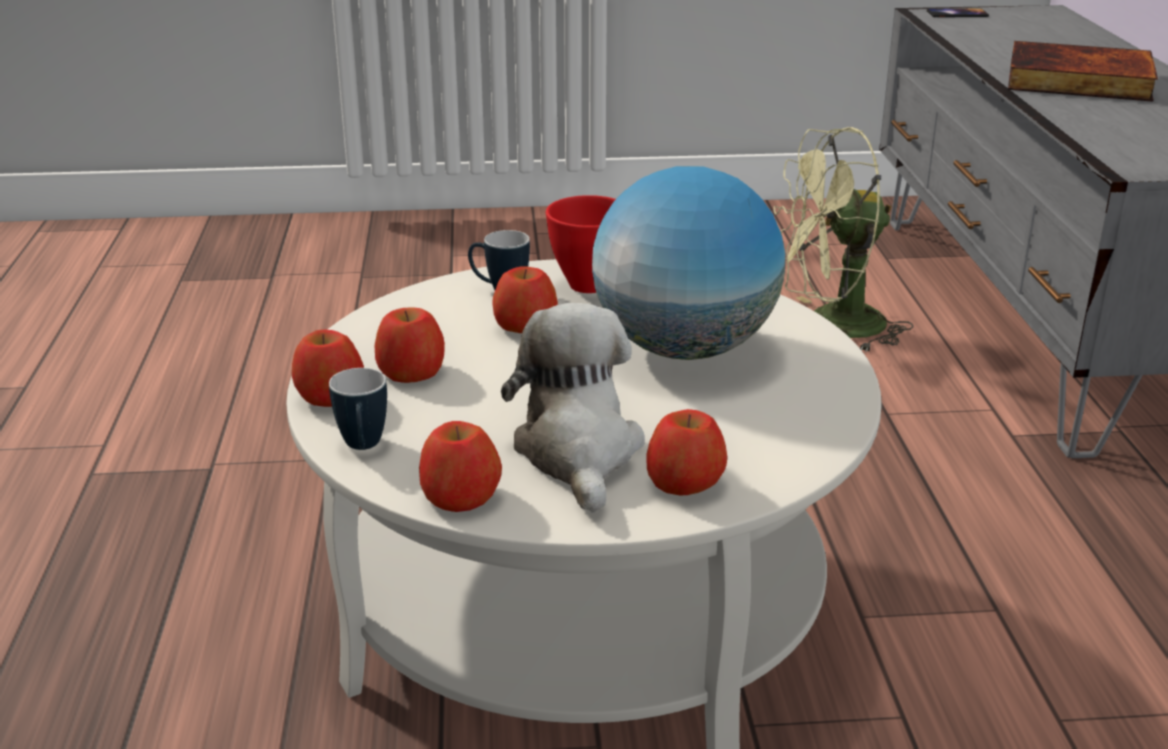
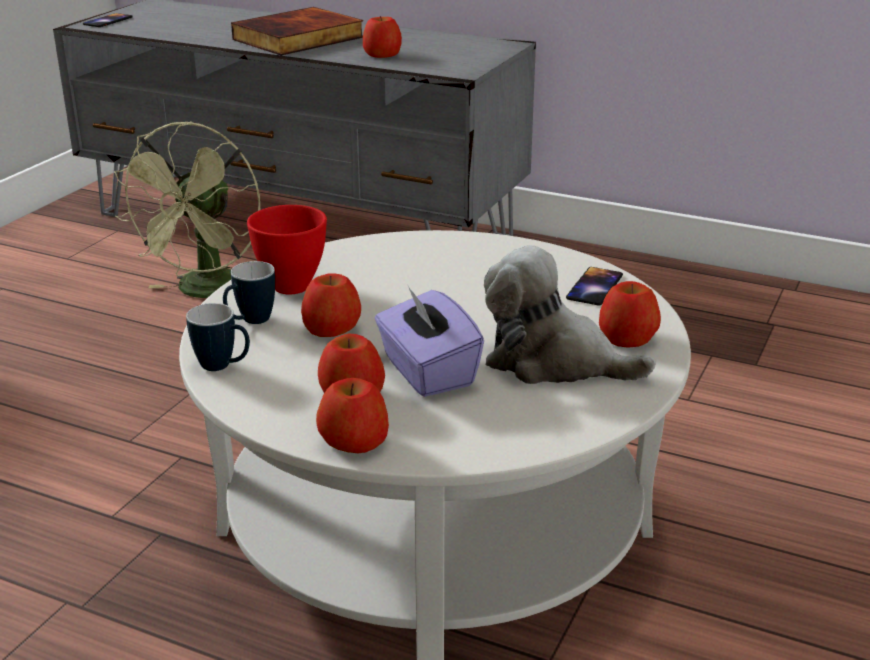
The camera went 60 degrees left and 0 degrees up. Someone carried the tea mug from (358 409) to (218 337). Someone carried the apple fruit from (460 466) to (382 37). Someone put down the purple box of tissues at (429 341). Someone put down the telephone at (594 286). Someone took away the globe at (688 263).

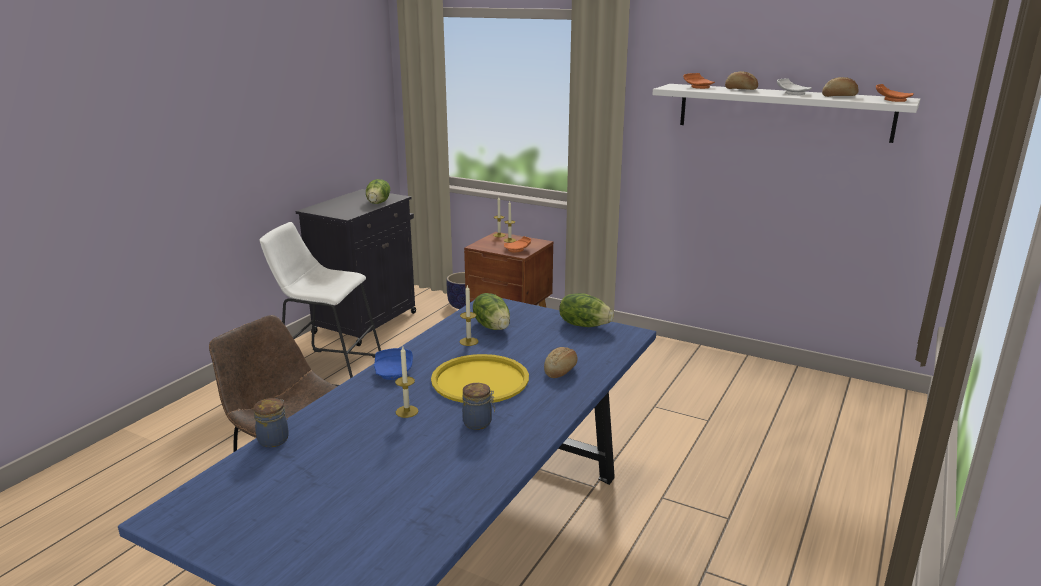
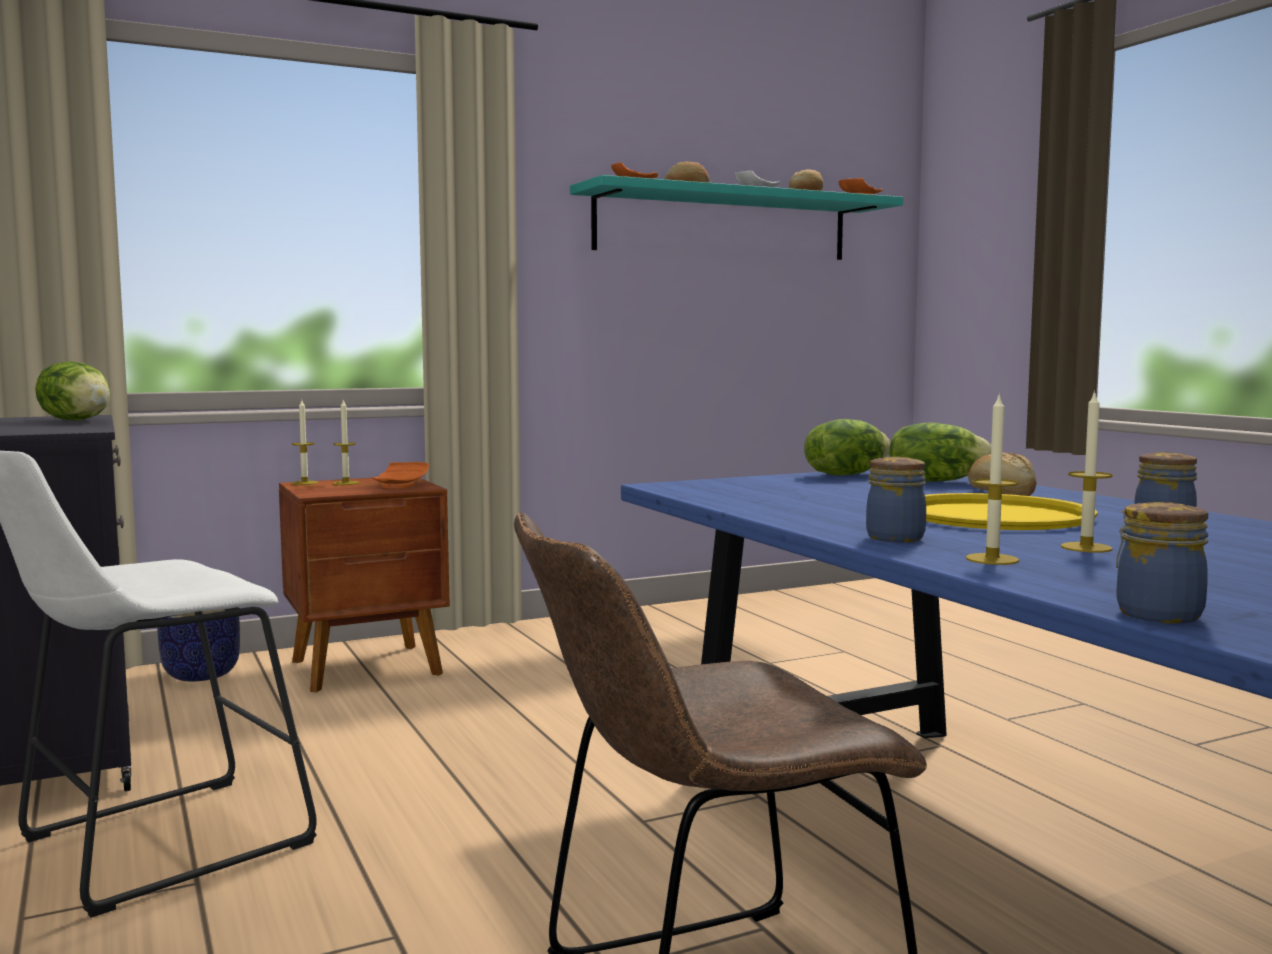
The camera went 55 degrees left and 15 degrees down. Someone repainted the white wall shelf at (786 113), which became the turquoise-coloured wall shelf at (736 217). Someone swapped the blue-coloured plate at (393 364) for the preserve jar at (896 499). Someone carried the lettuce from (491 311) to (940 452). Someone carried the wax light from (469 315) to (992 479).

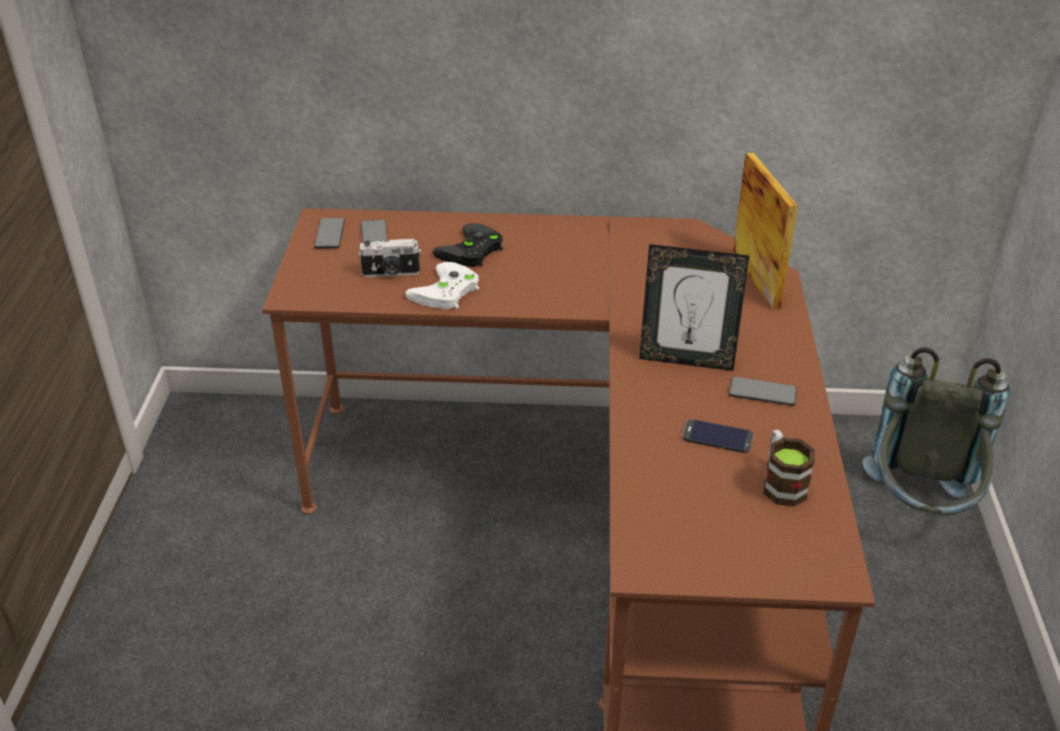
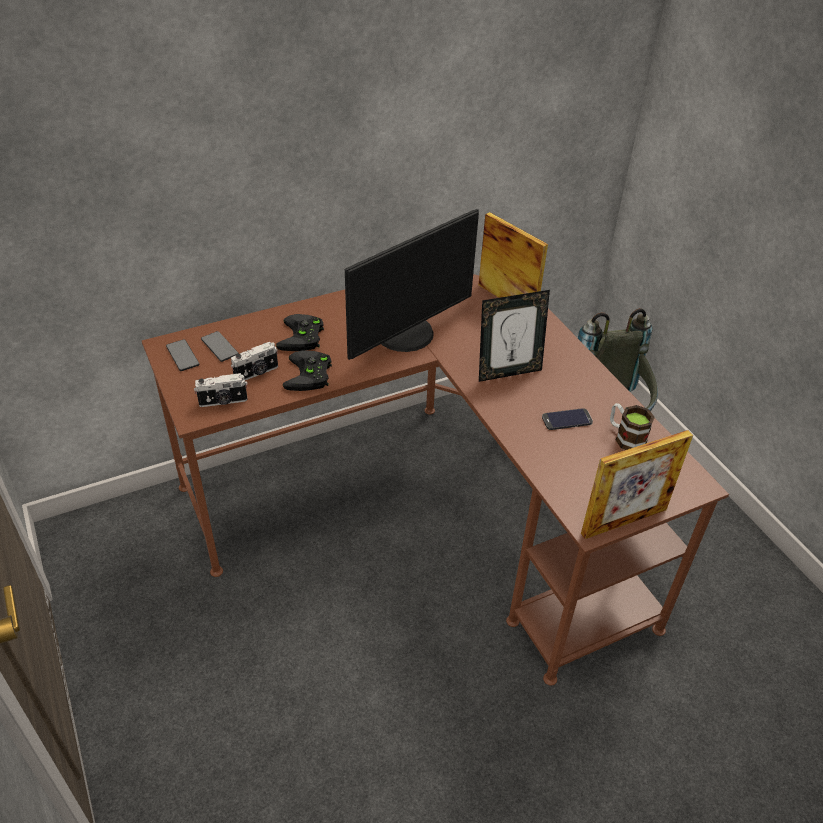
The camera went 30 degrees left and 5 degrees up. Someone put down the still camera at (221 390). Someone repainted the white joypad at (442 285), which became the black joypad at (307 370). Someone put down the monitor at (412 284). Someone put down the photo frame at (637 484). Someone took away the telephone at (763 391).

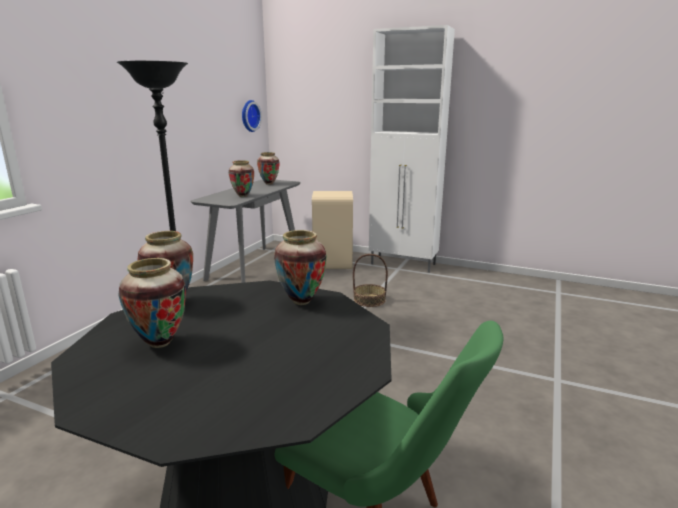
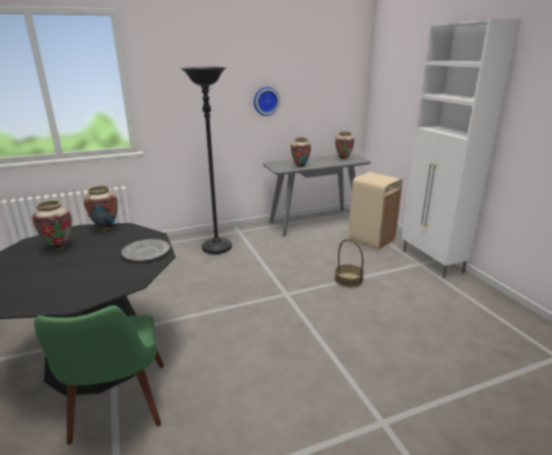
The camera went 45 degrees right and 5 degrees up. Someone swapped the decorative vase at (300 267) for the gray plate at (146 250). Someone carried the hanging clock from (252 116) to (267 101).

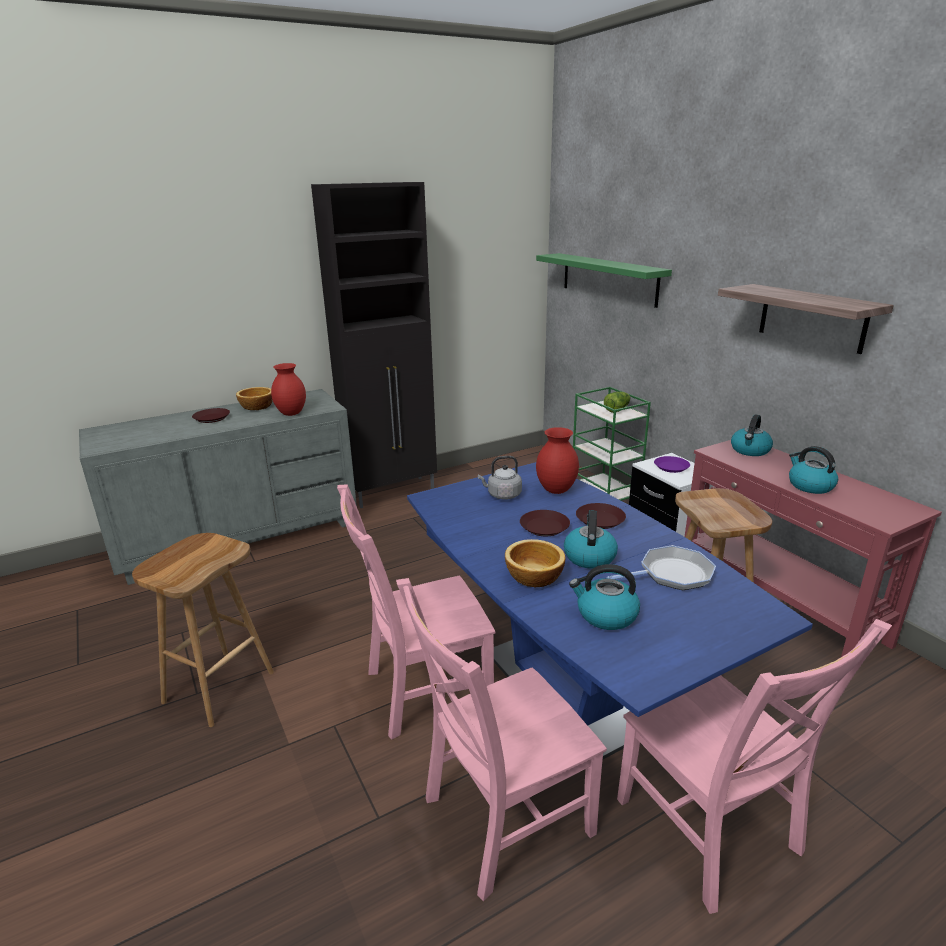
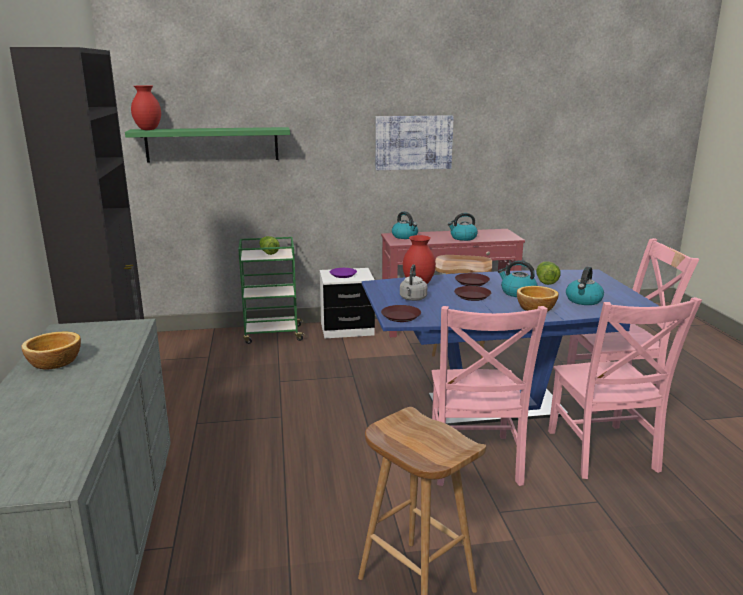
The camera went 70 degrees left and 5 degrees down. Someone carried the red decorative vase from (288 389) to (146 107). Someone swapped the wall shelf at (806 319) for the picture at (414 142). Someone carried the brown plate from (211 415) to (401 313). Someone swapped the pan at (661 567) for the lettuce at (548 273).

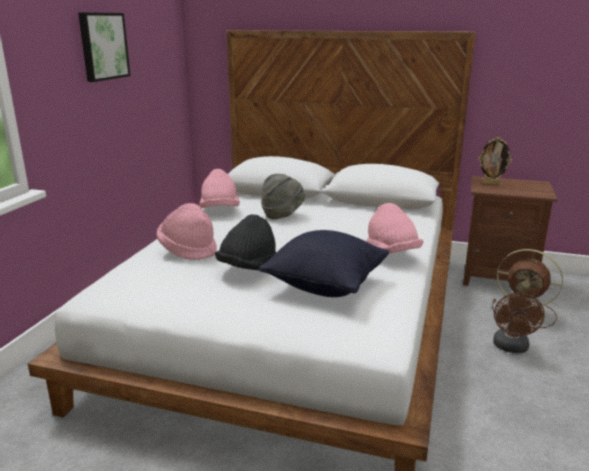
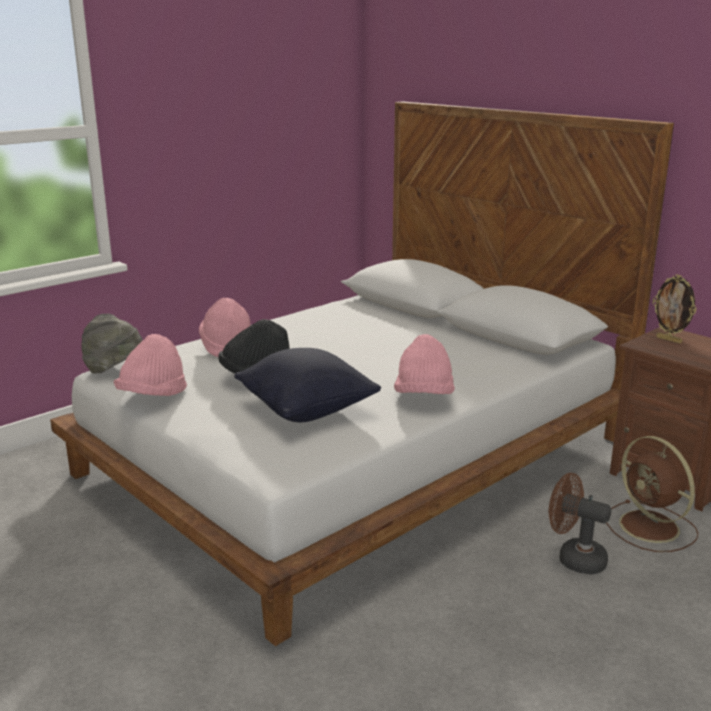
The camera went 30 degrees right and 0 degrees up. Someone carried the gray wearable hat from (283 196) to (112 343). Someone carried the pink-coloured wearable hat from (219 188) to (150 365). Someone rotated the brown cooling fan at (519 323) by 75 degrees clockwise. Someone took away the picture at (104 47).

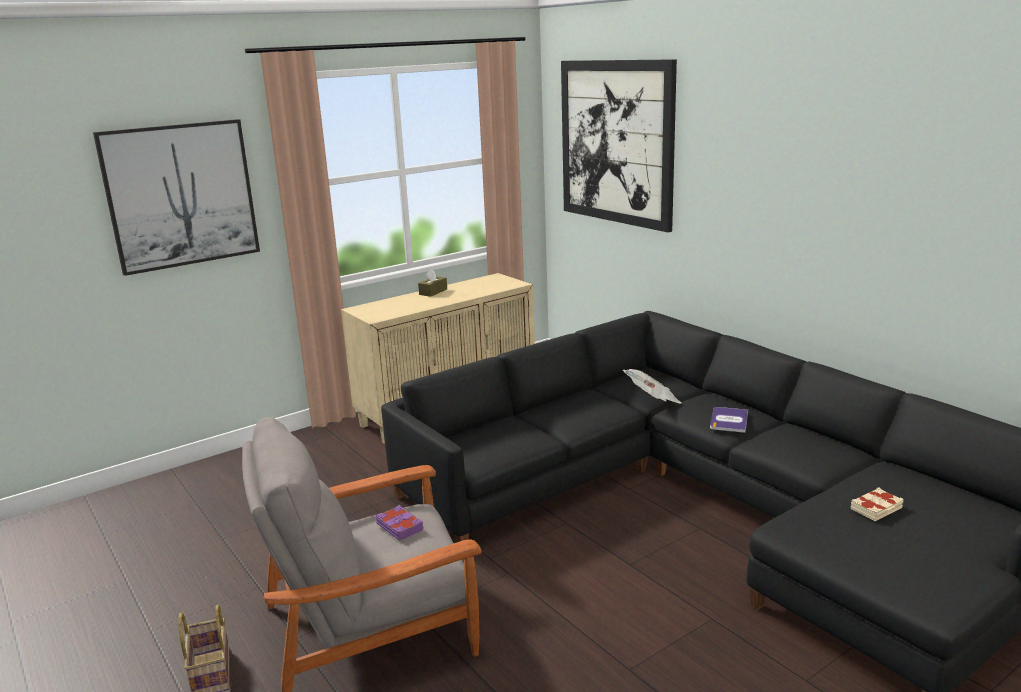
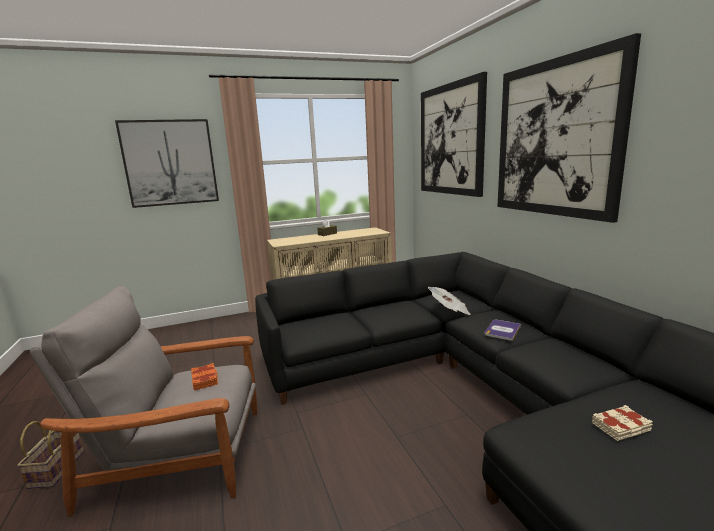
The camera went 15 degrees right and 5 degrees down. Someone repainted the purple book at (400 523), which became the orange-coloured book at (204 377). Someone put up the picture at (569 128).

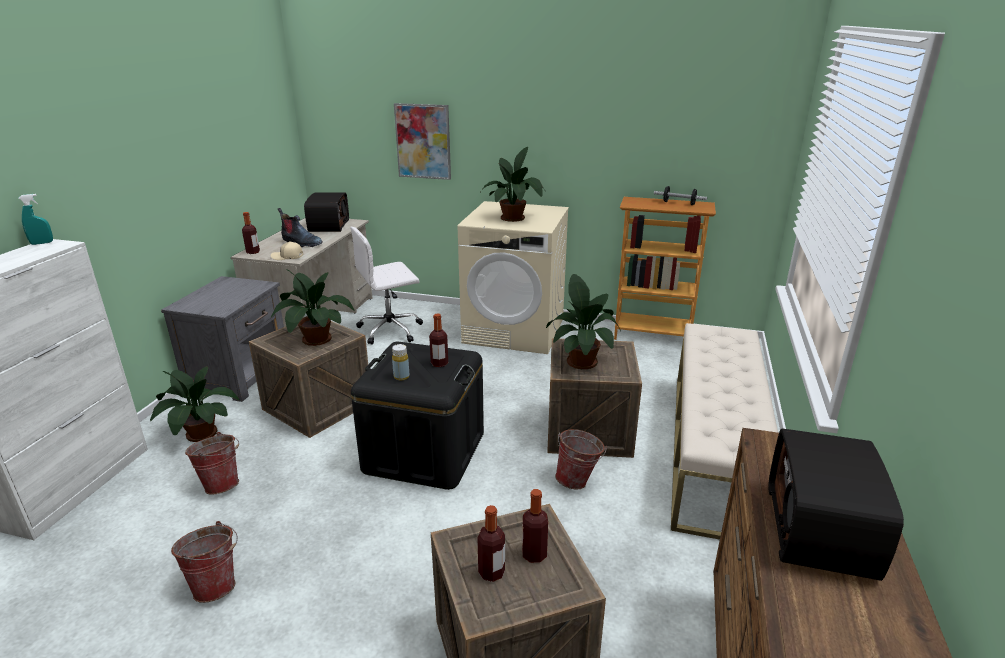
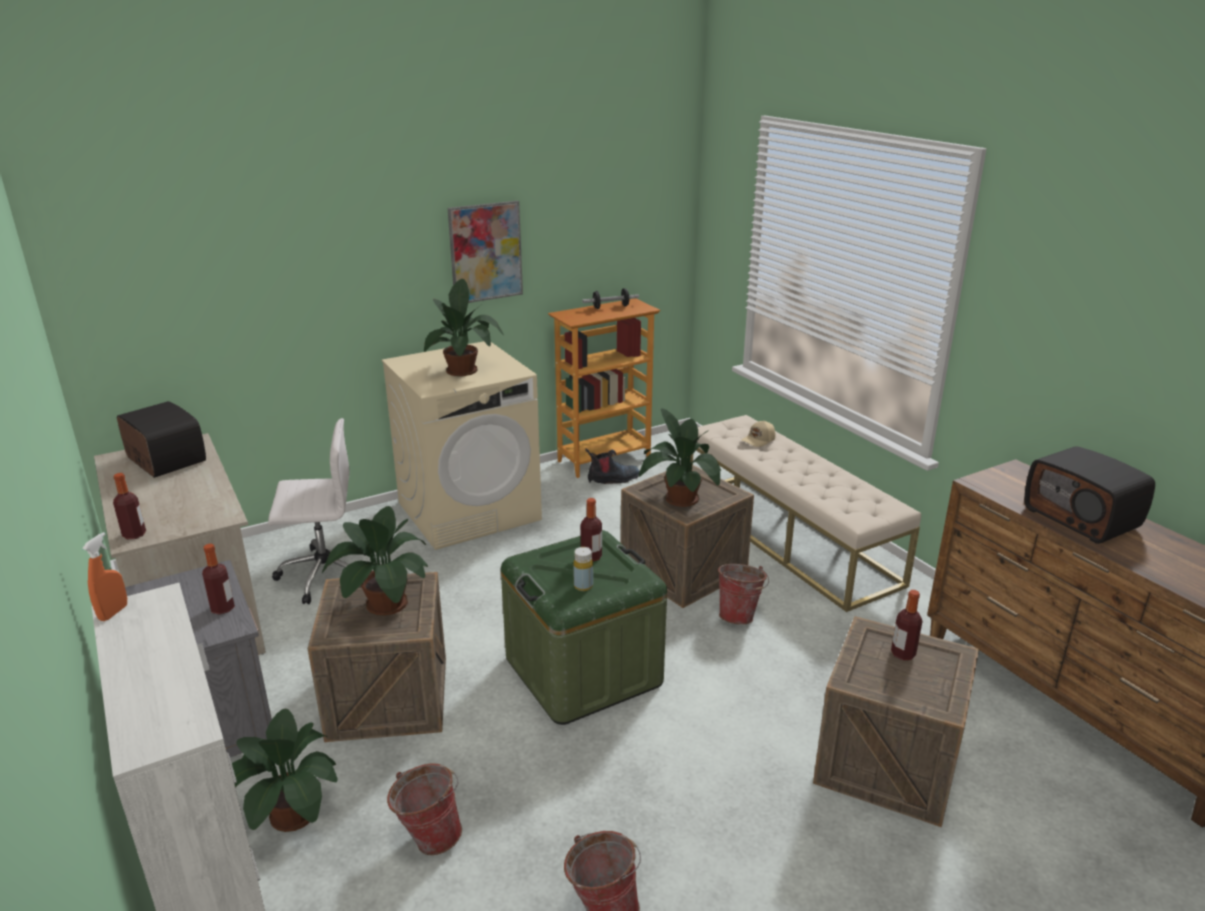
The camera went 45 degrees left and 0 degrees up. Someone repainted the turquoise-coloured sprayer at (35 219), which became the orange-coloured sprayer at (104 576). Someone carried the bottle from (491 543) to (218 579). Someone rotated the white computer chair at (386 286) by 120 degrees counterclockwise. Someone carried the picture from (422 141) to (485 252). Someone repainted the black storage container at (417 416), which became the green-coloured storage container at (584 627). Someone carried the tall boot from (300 227) to (613 466). Someone carried the beige baseball cap from (287 250) to (758 434).

